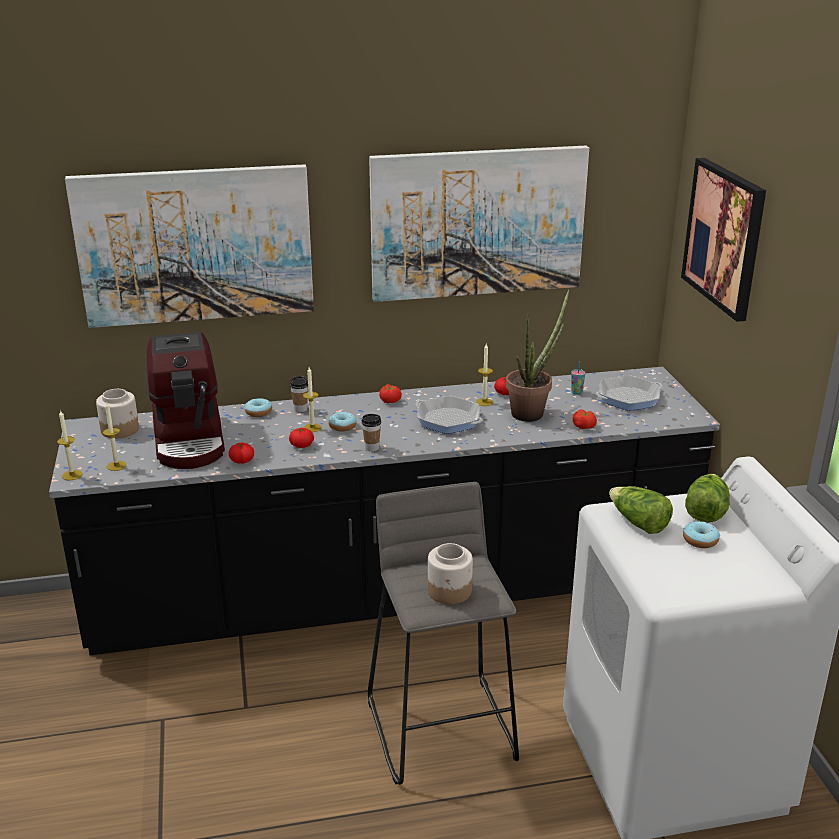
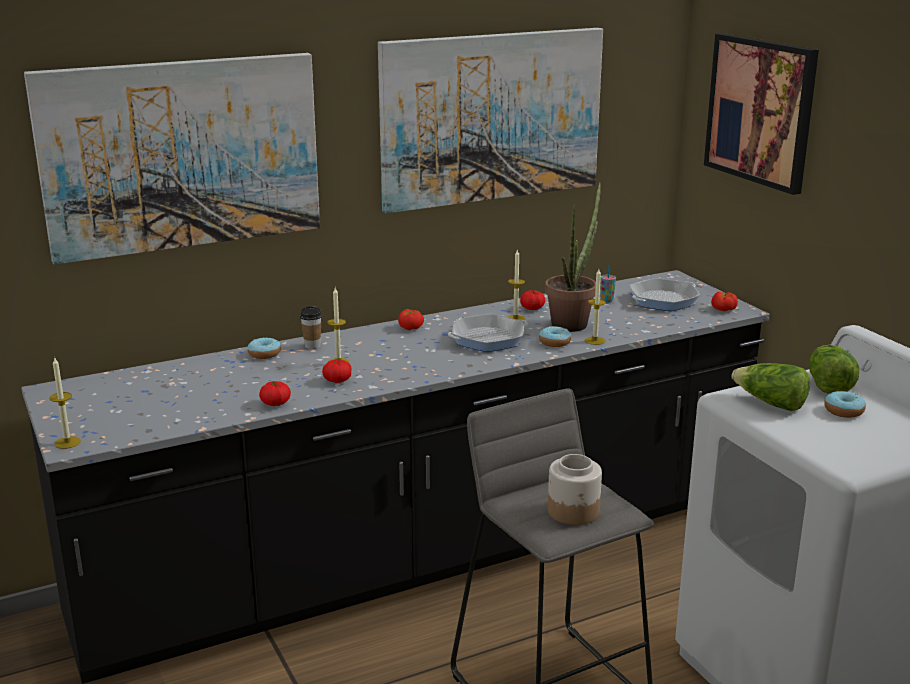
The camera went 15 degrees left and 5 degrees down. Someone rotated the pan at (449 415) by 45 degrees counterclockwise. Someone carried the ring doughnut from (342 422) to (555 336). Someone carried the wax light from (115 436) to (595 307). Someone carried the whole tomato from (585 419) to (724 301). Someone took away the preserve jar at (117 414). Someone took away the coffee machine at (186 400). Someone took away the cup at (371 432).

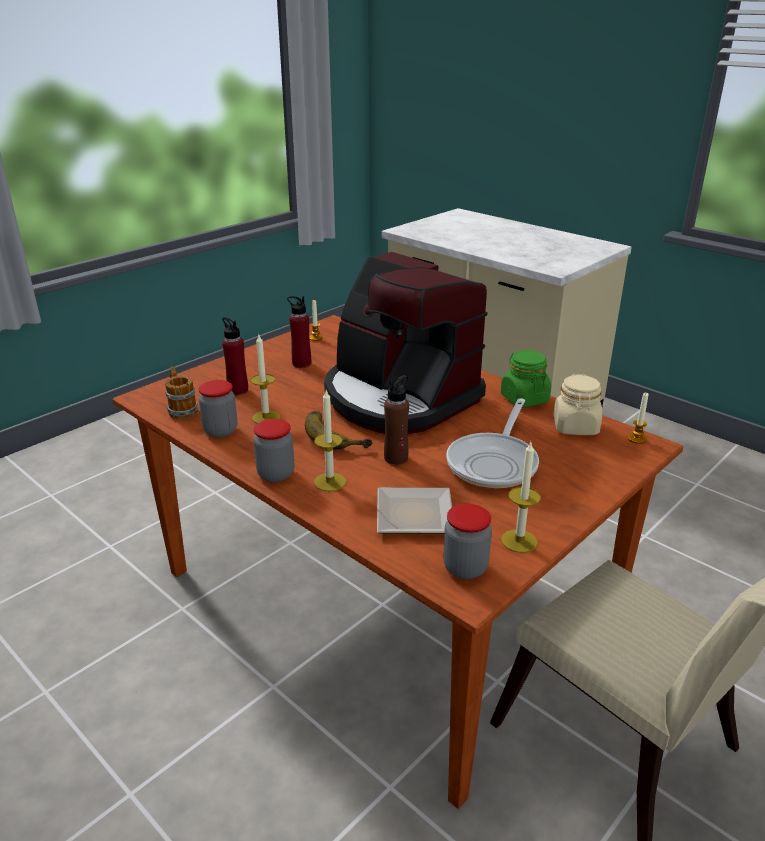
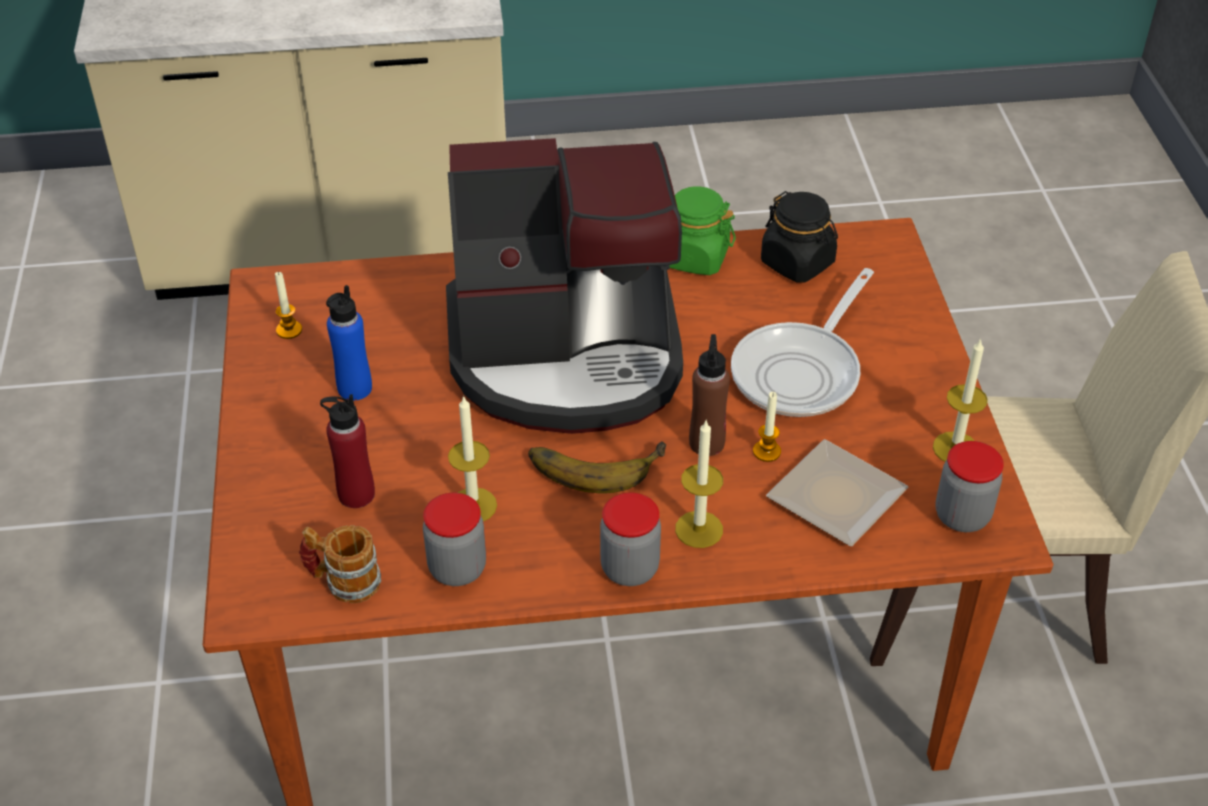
The camera went 50 degrees left and 15 degrees up. Someone repainted the red bottle at (299 332), which became the blue-coloured bottle at (349 343). Someone rotated the pan at (492 443) by 60 degrees clockwise. Someone carried the wax light from (638 418) to (767 427). Someone repainted the beige preserve jar at (578 404), which became the black preserve jar at (799 237).

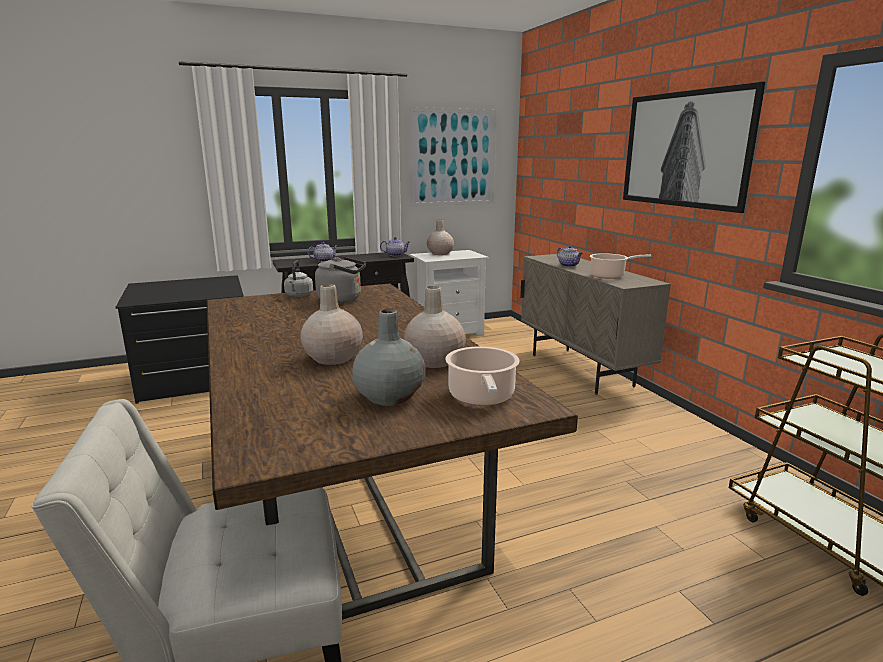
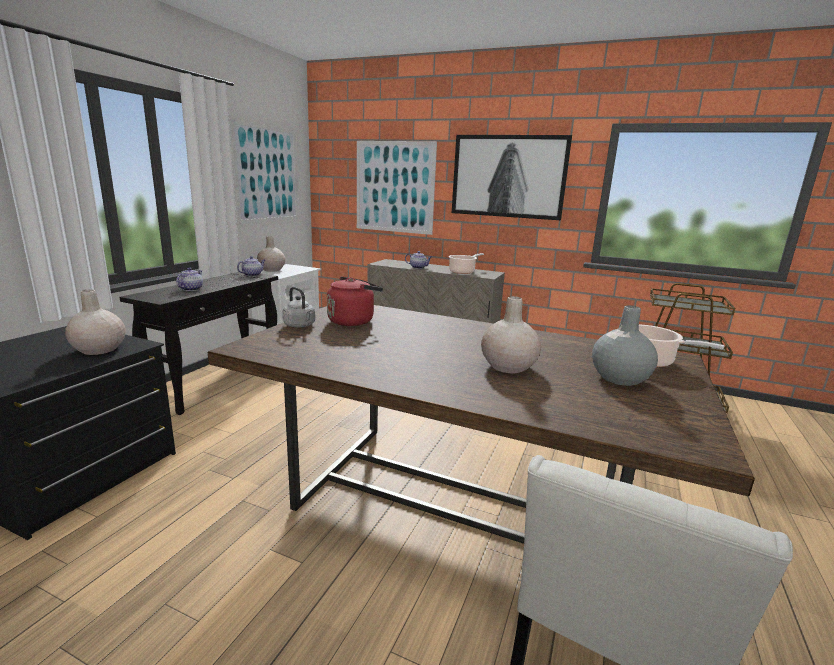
The camera went 45 degrees left and 0 degrees up. Someone carried the beige decorative vase from (434 327) to (95 322). Someone repainted the gray kettle at (340 280), which became the red kettle at (355 301). Someone put up the picture at (397 188).

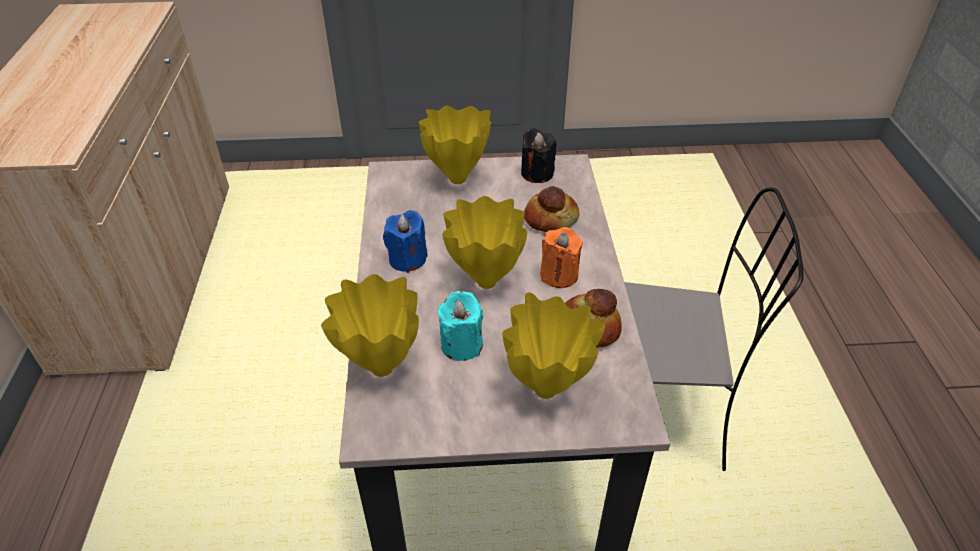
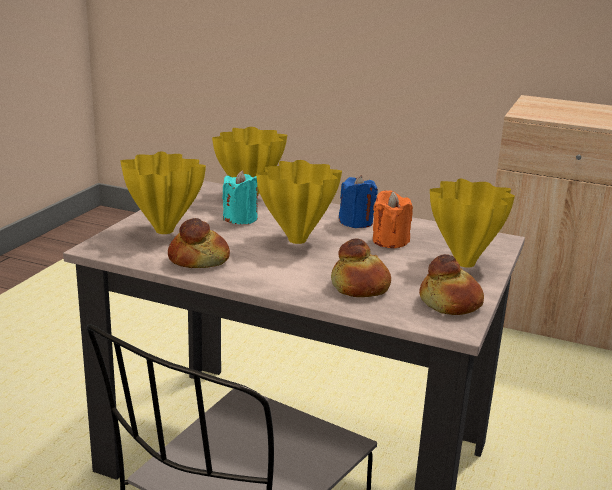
The camera went 115 degrees right and 20 degrees down. Someone carried the orange-coloured wax light from (561 257) to (393 219). Someone swapped the black wax light at (538 155) for the baked bread at (451 284).

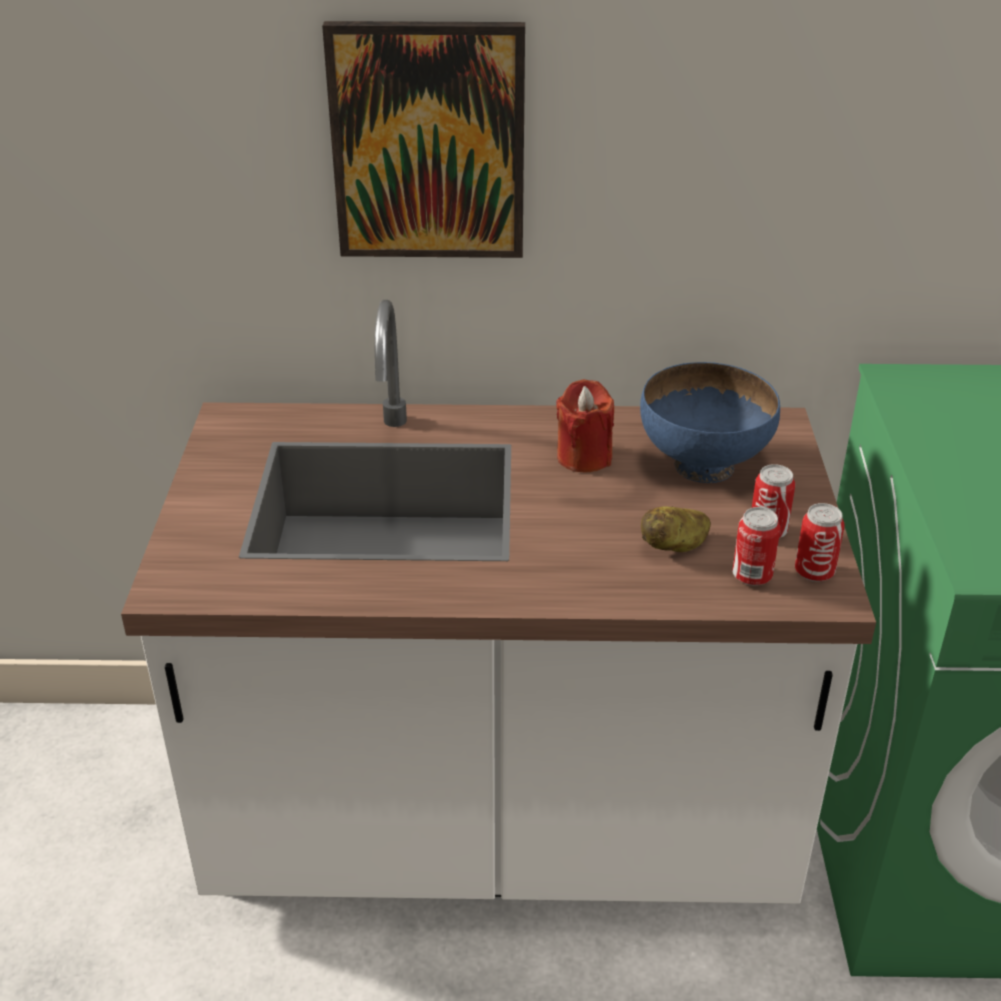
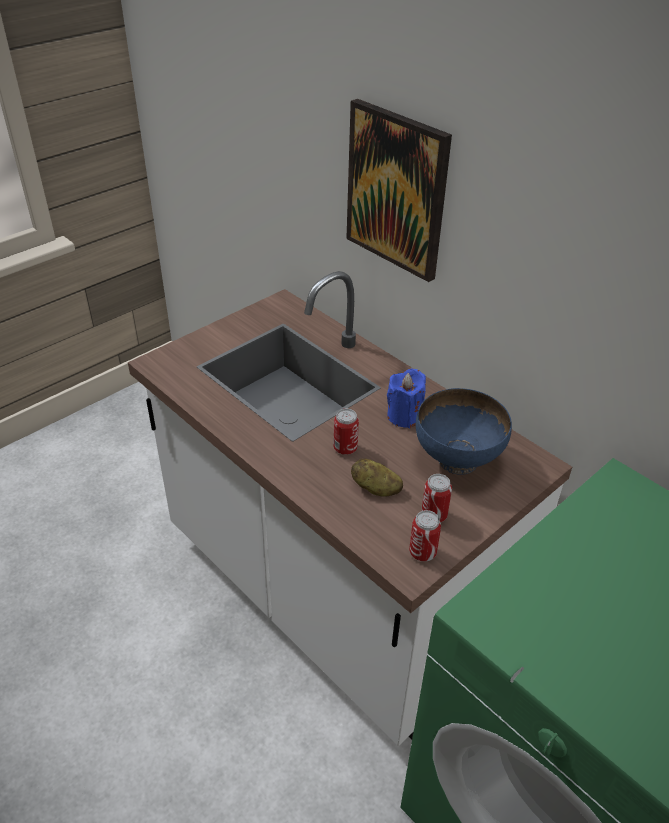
The camera went 45 degrees right and 5 degrees up. Someone carried the can from (756 546) to (346 432). Someone repainted the red wax light at (585 425), which became the blue-coloured wax light at (406 398).

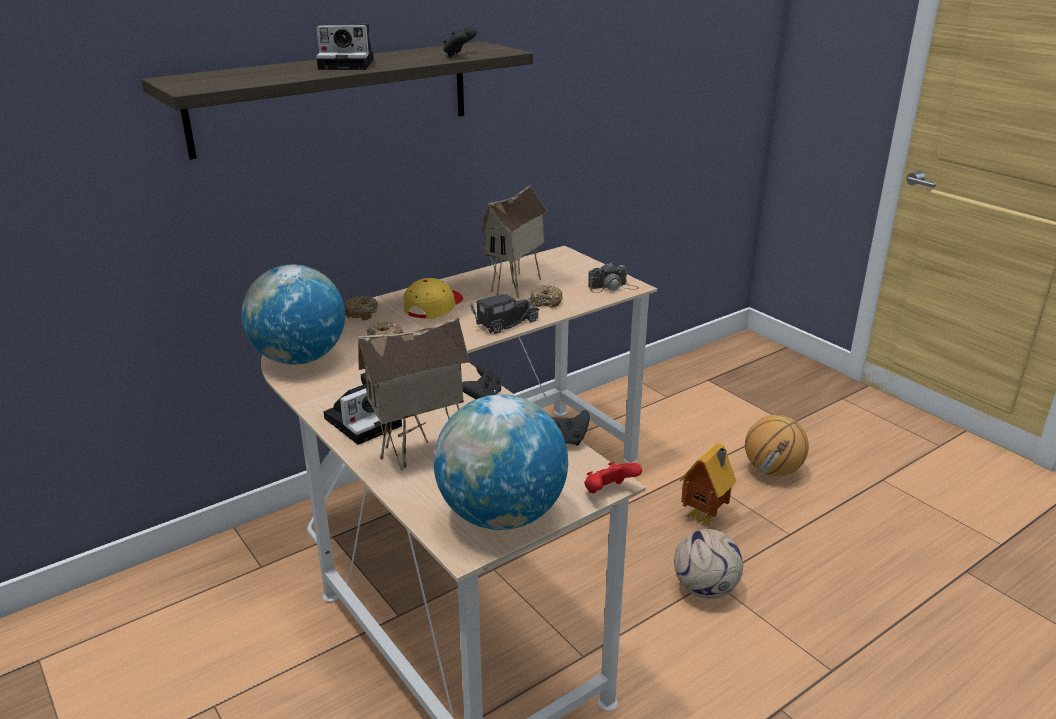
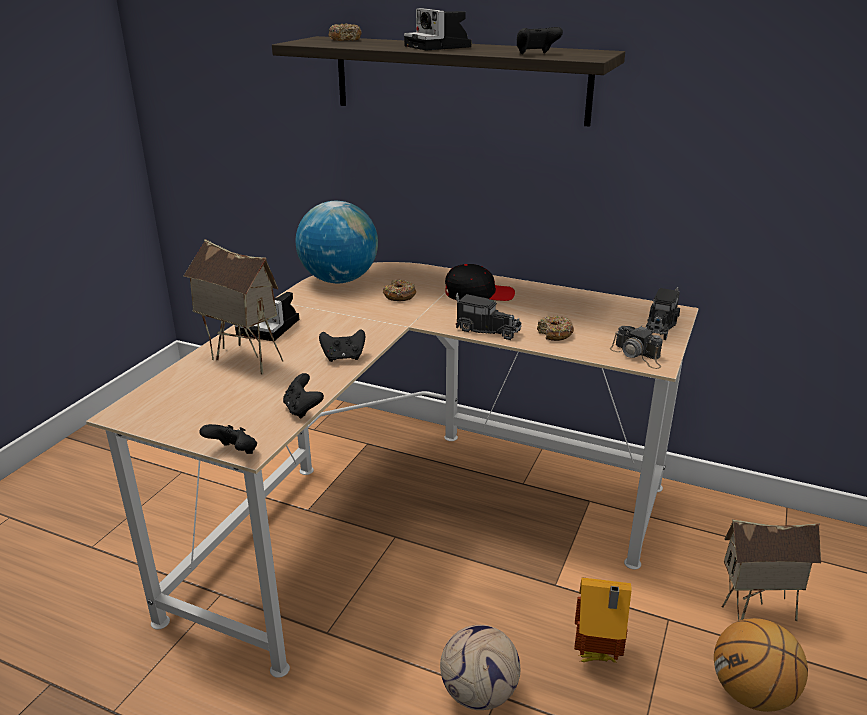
The camera went 60 degrees right and 0 degrees up. Someone repainted the red joypad at (613 477), which became the black joypad at (228 439). Someone carried the ring doughnut from (361 308) to (344 32). Someone repainted the yellowish baseball cap at (433 298), which became the black baseball cap at (480 282). Someone put down the toy truck at (663 313). Someone carried the model house from (515 241) to (771 570). Someone took away the globe at (501 462).

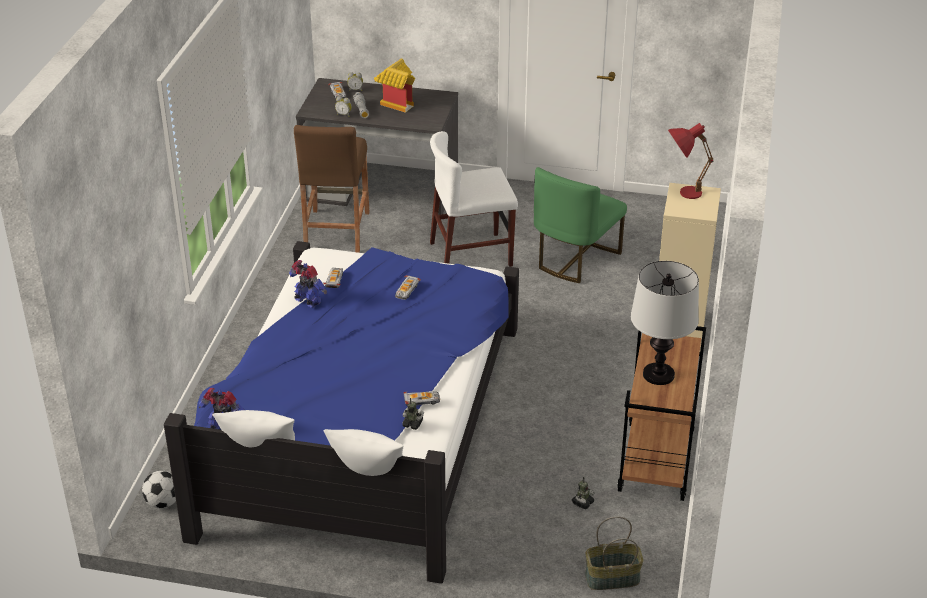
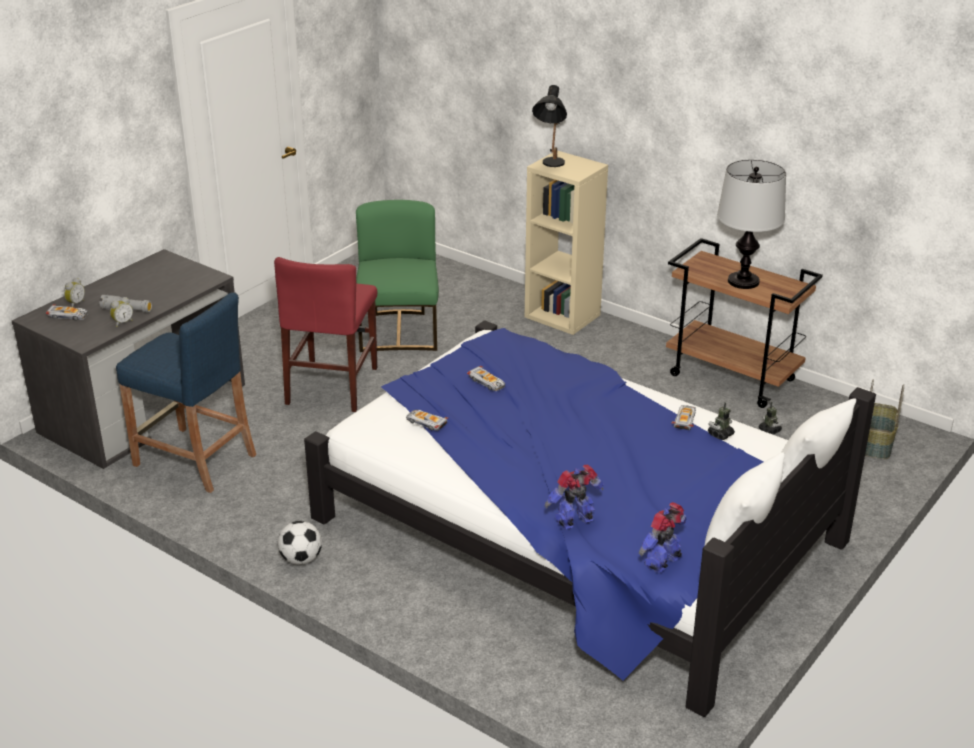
The camera went 65 degrees left and 5 degrees down. Someone repainted the brown stool at (331 189), which became the blue-coloured stool at (186 392). Someone repainted the white chair at (474 199), which became the red chair at (325 334). Someone carried the football ball from (159 490) to (300 543). Someone rotated the green-coloured chair at (580 225) by 150 degrees counterclockwise. Someone repainted the red tabletop lamp at (691 161), which became the black tabletop lamp at (549 126). Someone carried the model robot from (308 284) to (574 497). Someone took away the model house at (394 85).

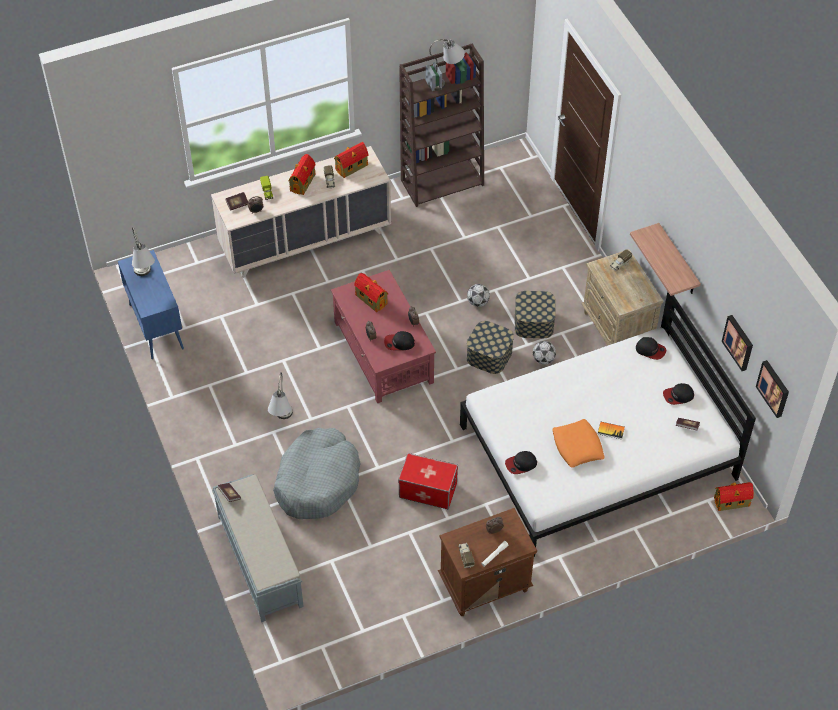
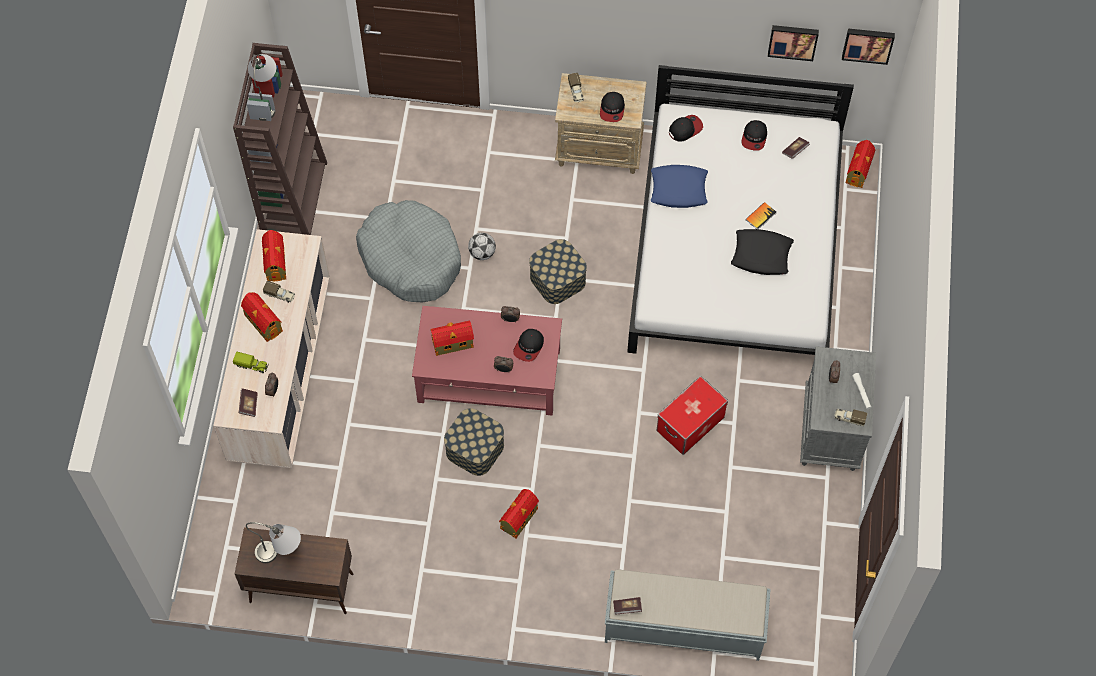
The camera went 60 degrees left and 10 degrees up. Someone repainted the blue-coloured cabinet at (151 304), which became the brown cabinet at (294 570). Someone carried the gray dog cushion from (317 473) to (408 251). Someone carried the storage container from (535 314) to (474 442). Someone swapped the gray tabletop lamp at (280 395) for the model house at (519 513). Someone carried the baseball cap from (521 462) to (612 107). Someone put down the blue-coloured cushion at (679 186). Someone repainted the orange-coloured cushion at (578 443), which became the black cushion at (762 252). Someone repainted the brown bedside table at (487 562), which became the gray bedside table at (838 408). Someone took away the football ball at (544 352). Someone took away the wall shelf at (665 259).

